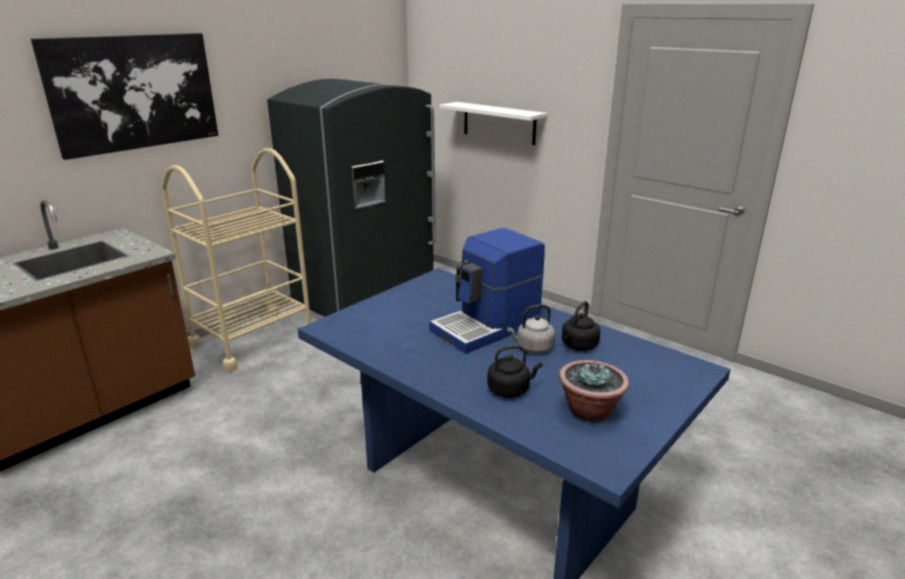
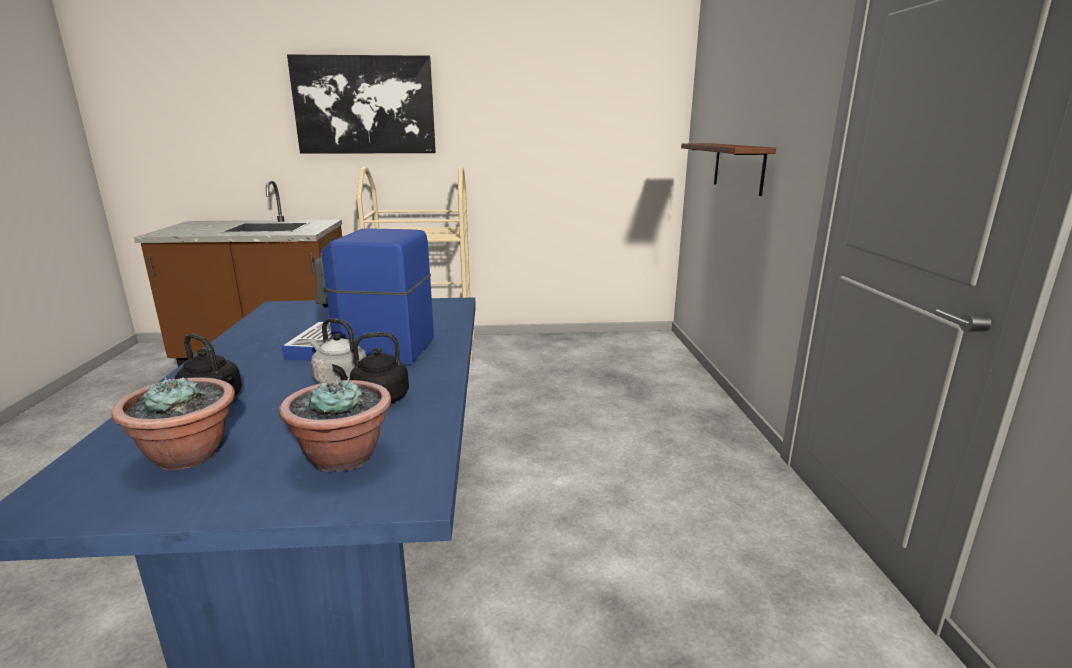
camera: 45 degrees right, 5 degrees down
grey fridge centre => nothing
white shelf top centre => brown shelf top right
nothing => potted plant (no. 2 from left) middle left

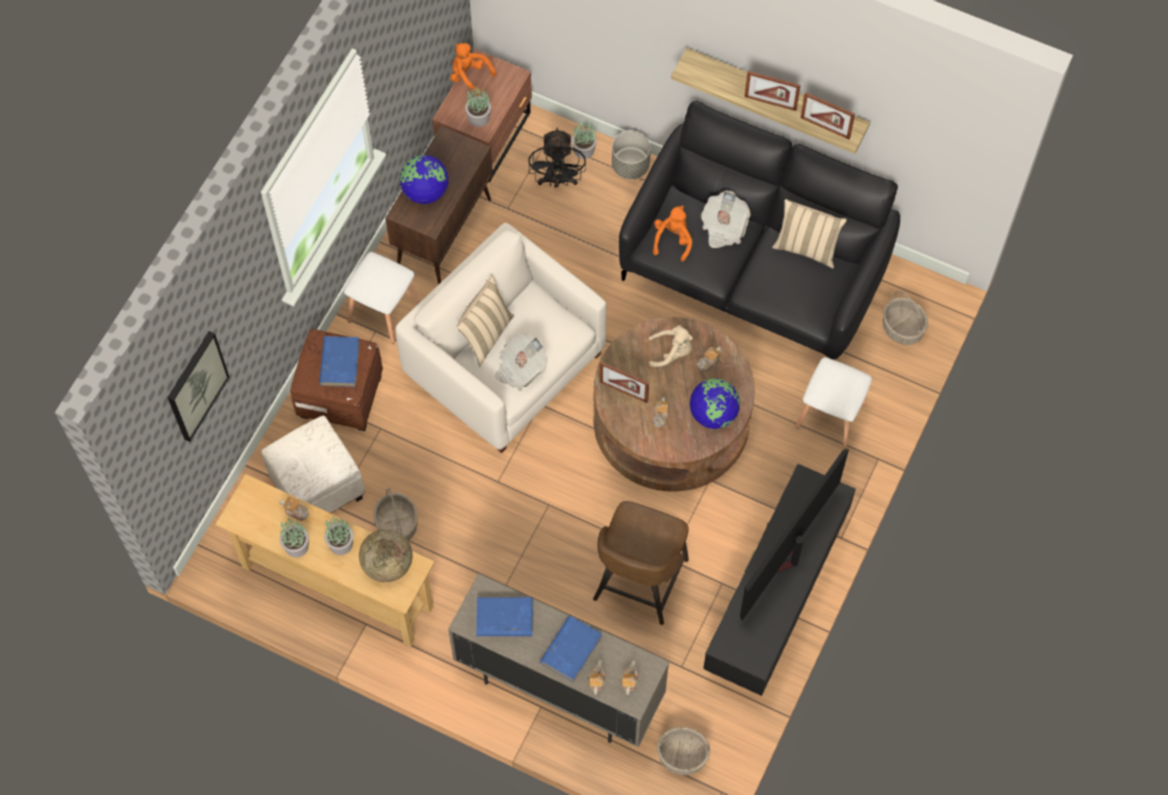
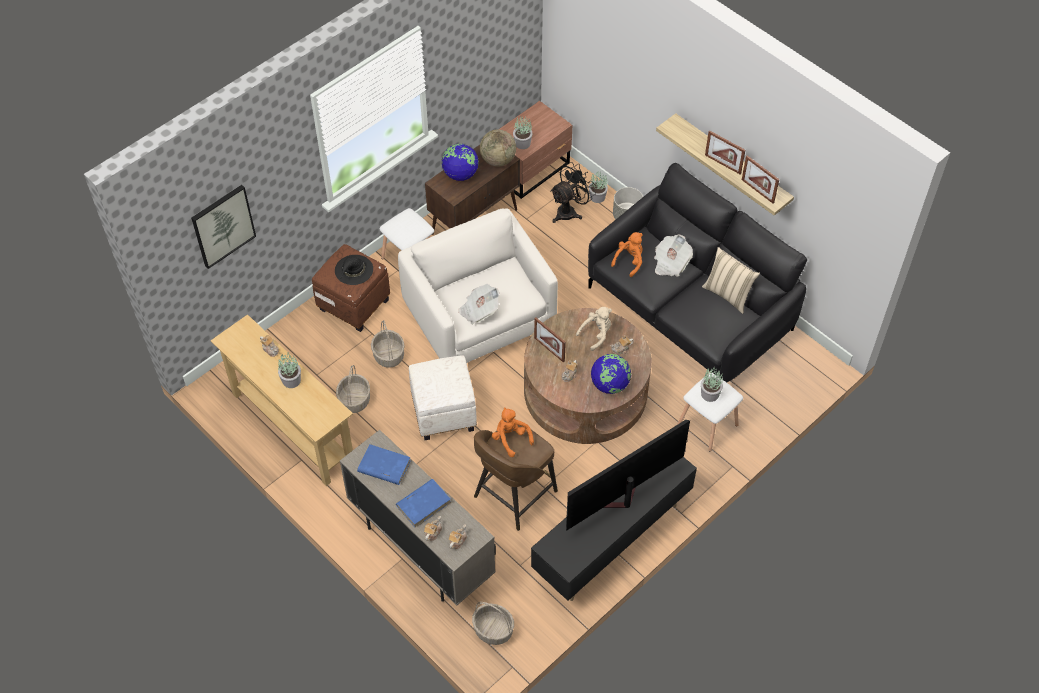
camera: 20 degrees right, 10 degrees down
white ottoman middle left => white ottoman centre, shifted
potted plant (no. 1 from left in the first image) bottom left => potted plant (no. 4 from left) middle right, shifted
blue book (no. 1 from left) middle left => black hat centre
globe (no. 1 from left in the first image) bottom left => globe (no. 2 from left) top centre, shifted
orange plush toy (no. 1 from left) top centre => orange plush toy (no. 1 from left) centre, shifted
beige pillow (no. 1 from left) centre => nothing
black fan top centre, 150 degrees counterclockwise
beige plush toy centre, 60 degrees counterclockwise
basket (no. 3 from left in the first image) middle right => basket (no. 2 from left) centre, shifted

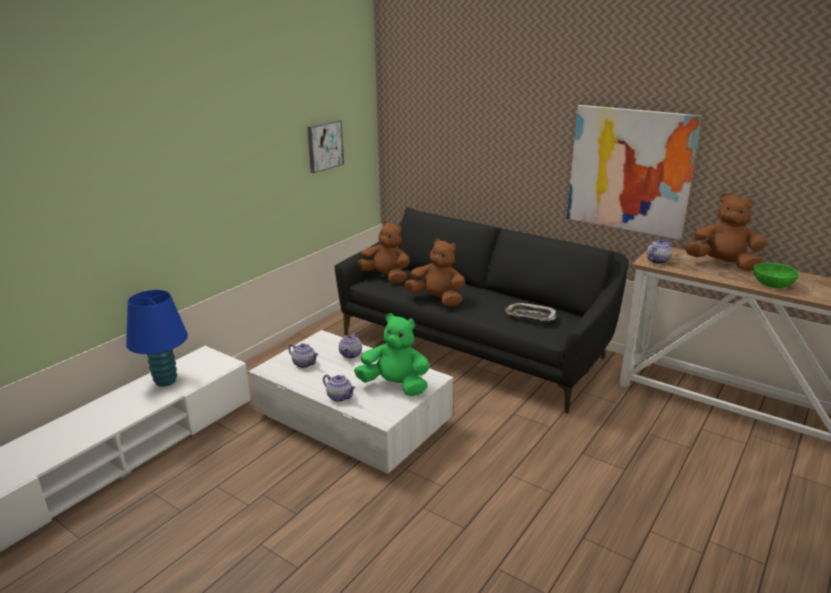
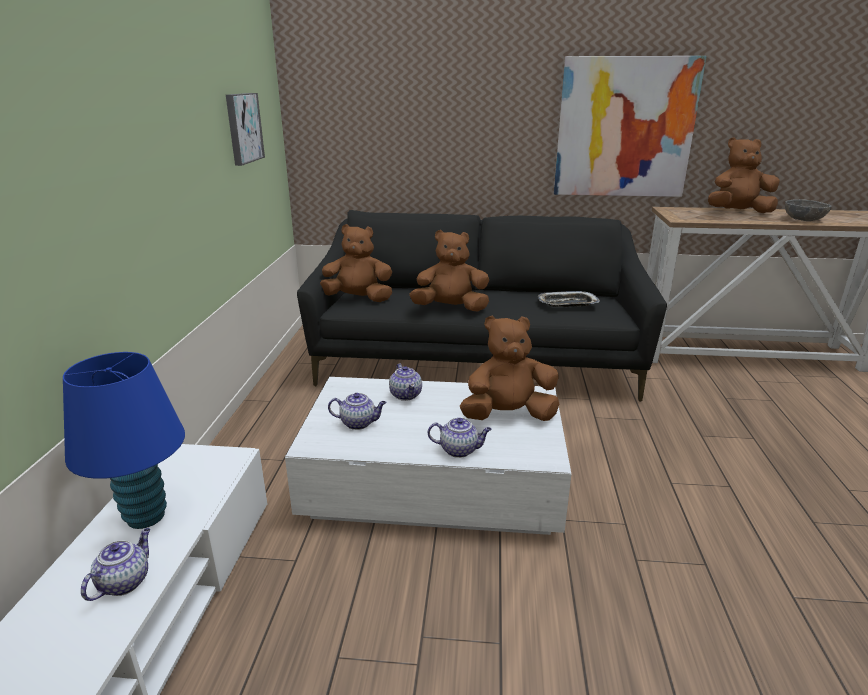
camera: 30 degrees left, 0 degrees up
green plush toy centre => brown plush toy (no. 3 from left) centre
teapot (no. 4 from left in the first image) middle right => teapot (no. 1 from left) bottom left, shifted
green bowl middle right => grey bowl top right

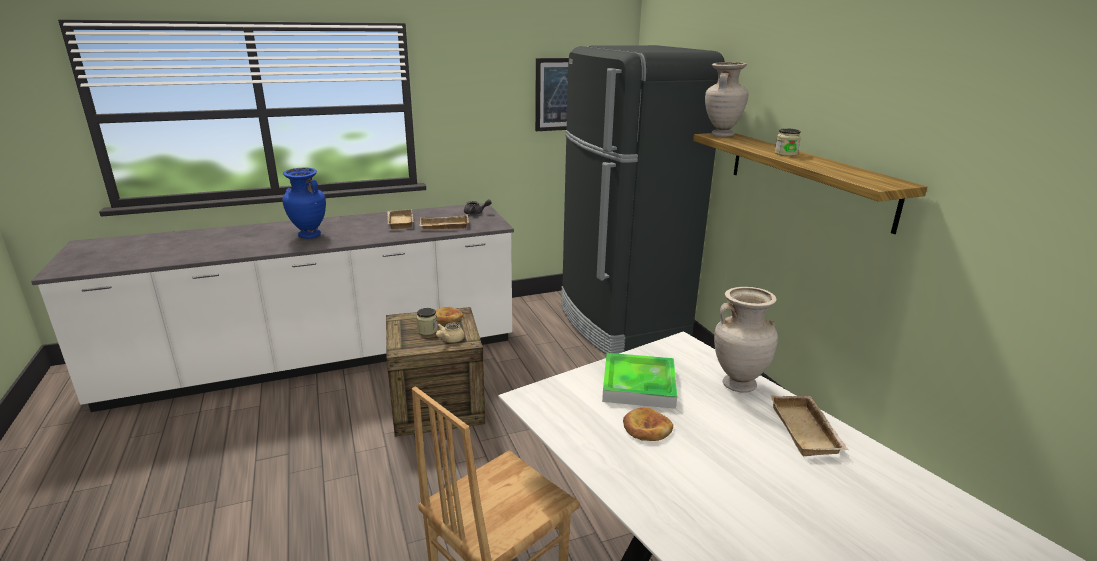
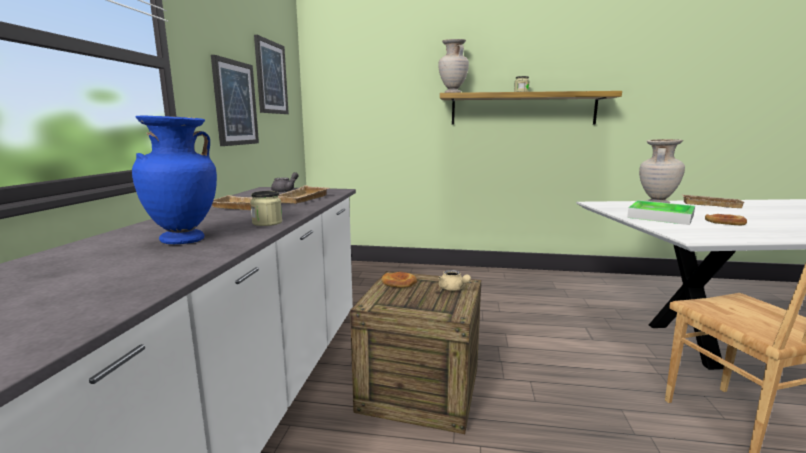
camera: 60 degrees left, 10 degrees down
jar (no. 1 from left) centre => jar (no. 1 from left) middle left, shifted
black fridge centre => nothing
nothing => picture (no. 1 from left) top left

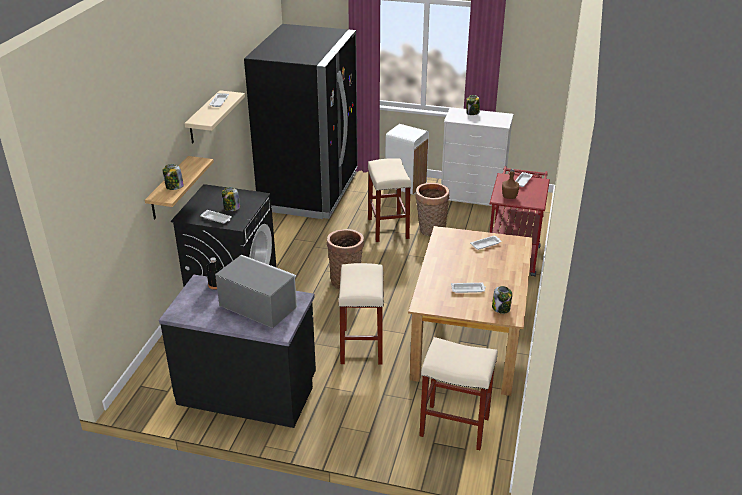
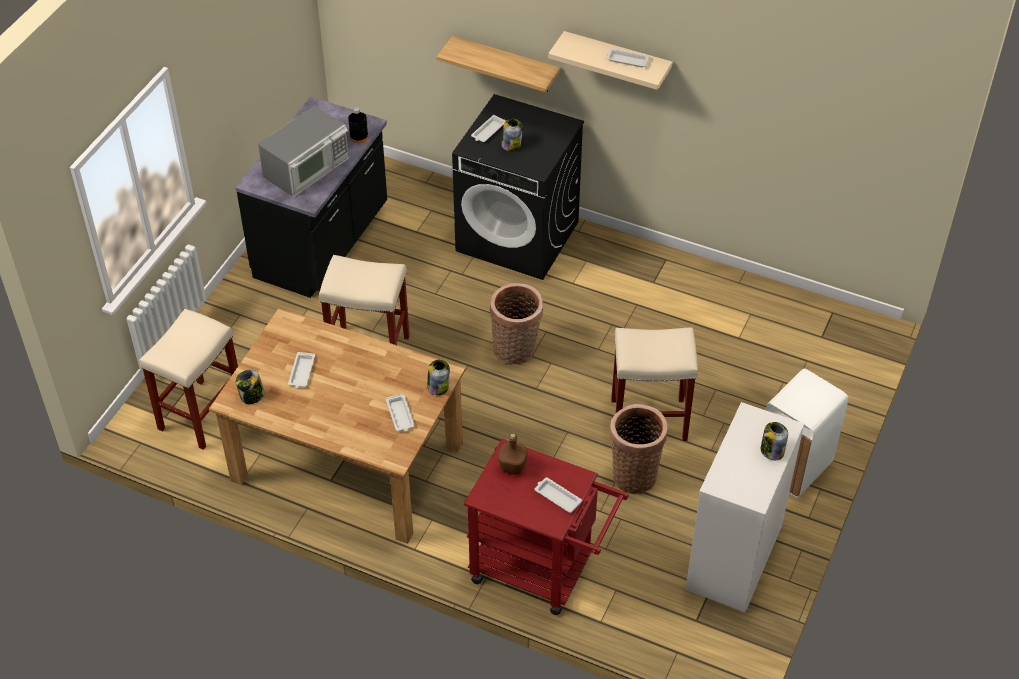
camera: 100 degrees right, 15 degrees up
jar (no. 1 from left in the first image) middle left => jar (no. 2 from left) centre, shifted
black fridge top centre => nothing

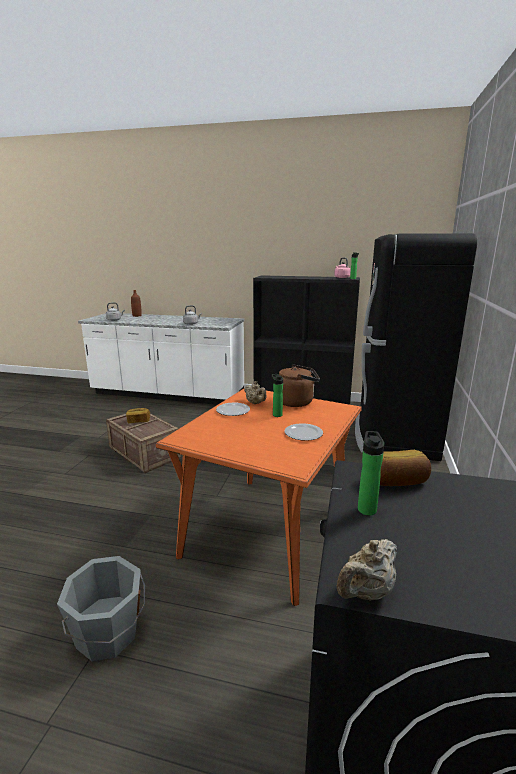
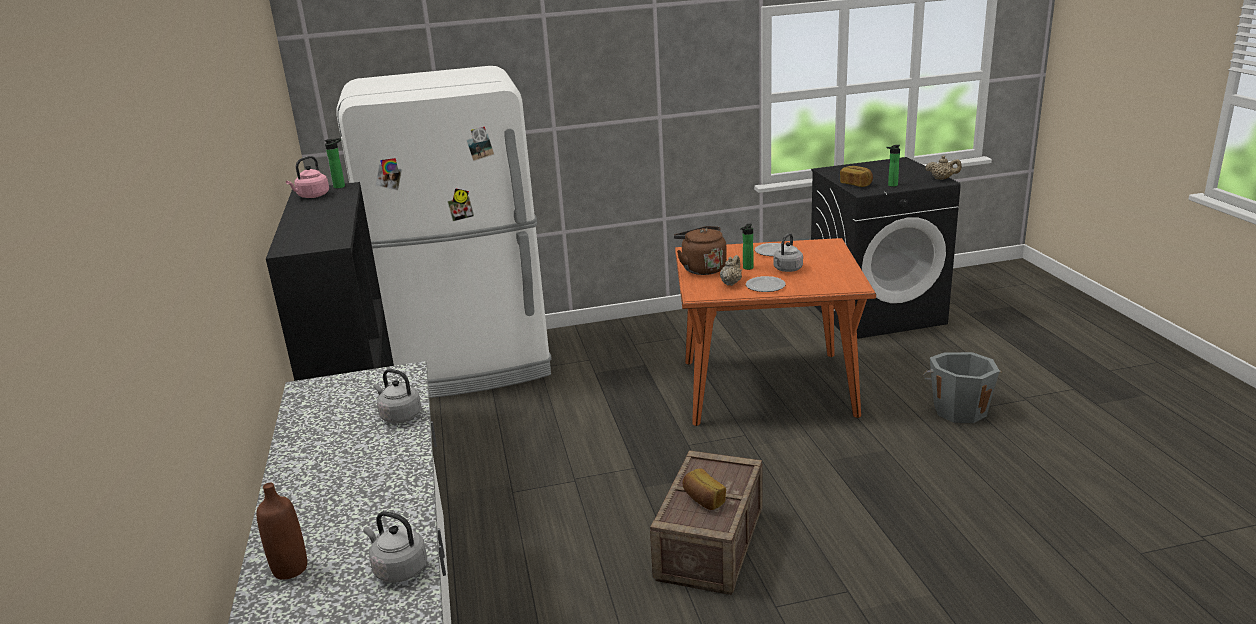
camera: 115 degrees left, 5 degrees up
black fridge middle right => white fridge centre
nothing => grey kettle (no. 3 from left) centre

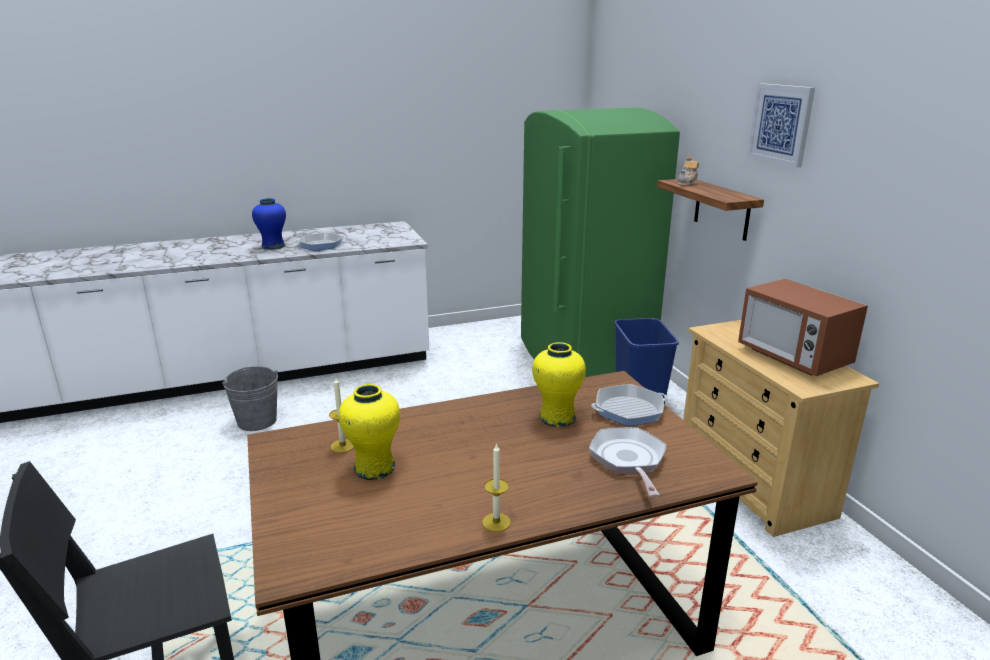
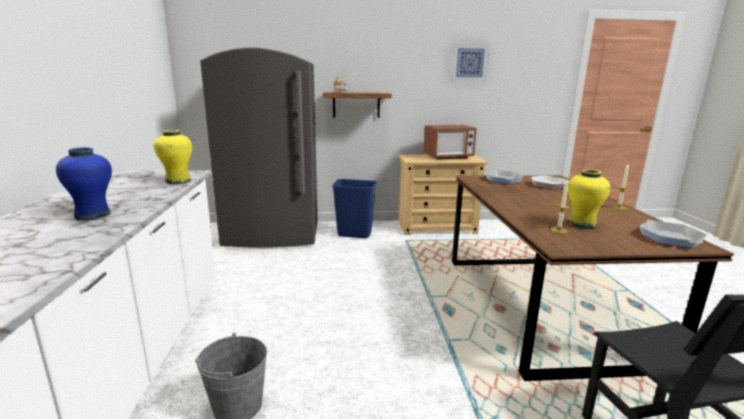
camera: 75 degrees left, 5 degrees down
frying pan (no. 1 from left in the first image) middle left => frying pan (no. 3 from left) middle right, shifted
green fridge centre => grey fridge centre
yellow vase (no. 2 from left in the first image) centre => yellow vase (no. 1 from left) middle left, shifted
picture top right => picture top centre, shifted

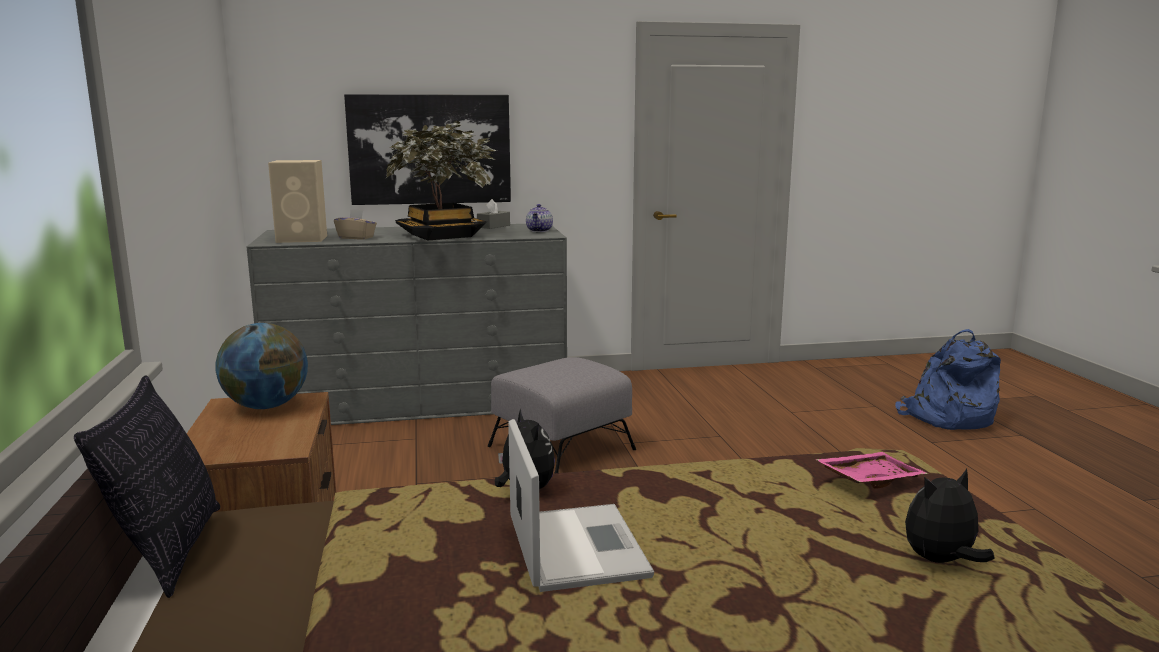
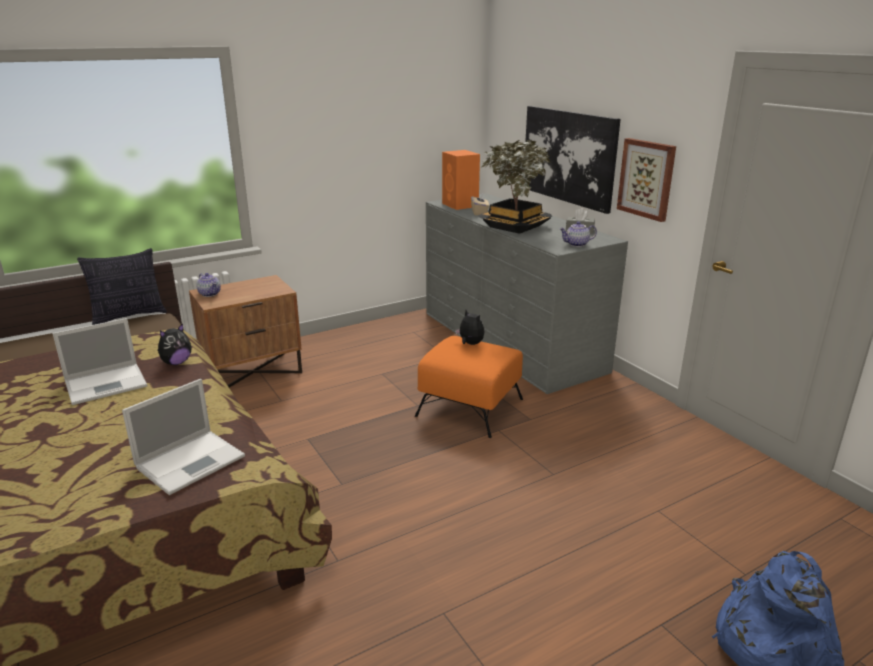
camera: 70 degrees right, 10 degrees up
globe middle left => nothing
beige speaker top left => orange speaker top centre
grey ottoman centre => orange ottoman centre
pink tray bottom right => laptop (no. 2 from left) middle left
plush toy (no. 2 from left) bottom right => plush toy (no. 2 from left) centre, shifted
nothing => teapot (no. 1 from left) middle left
nothing => picture (no. 2 from left) top right

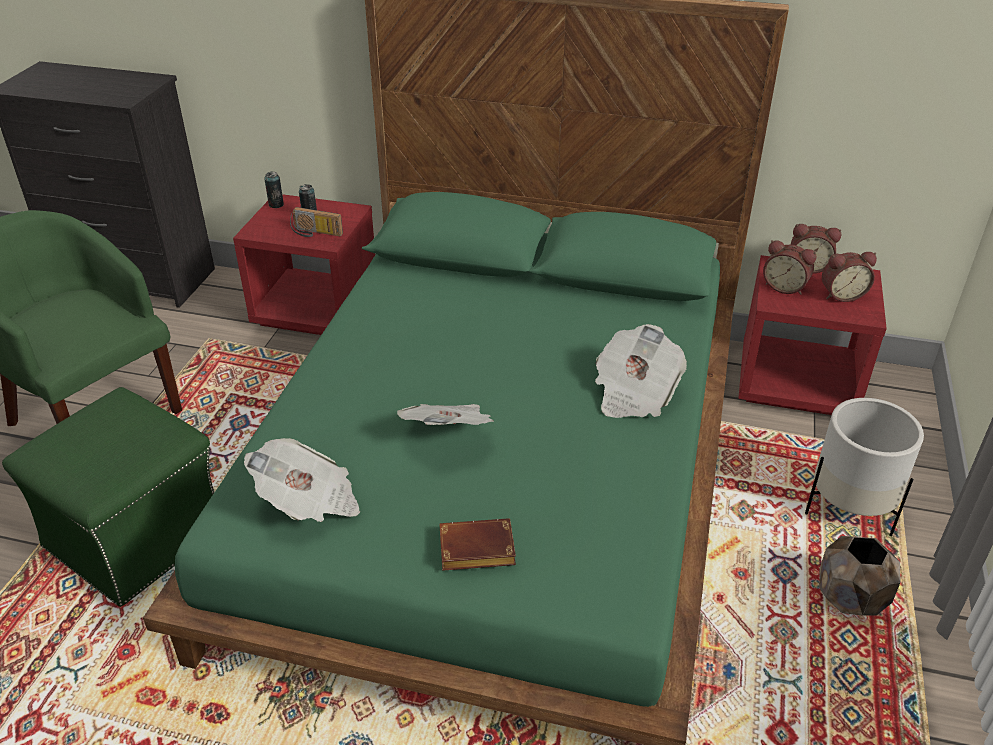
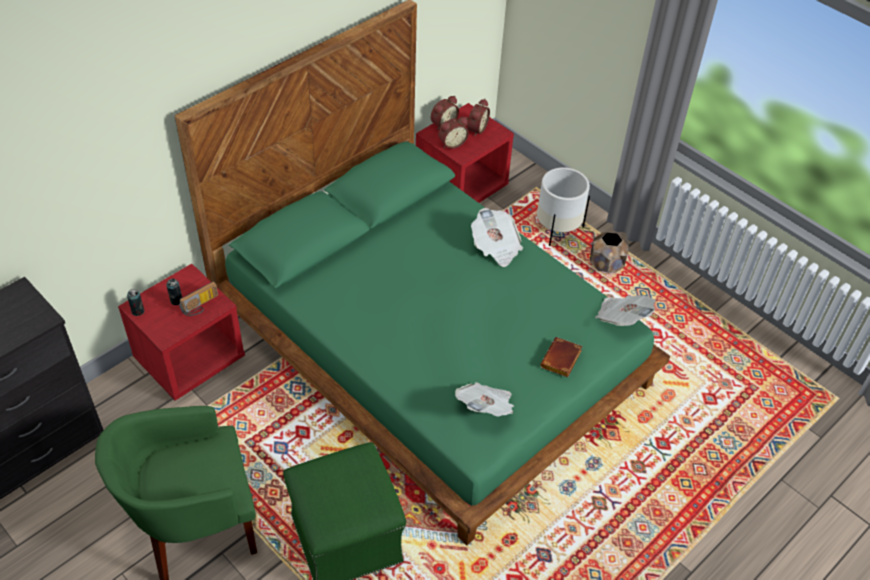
camera: 60 degrees left, 10 degrees up
newspaper (no. 2 from left in the first image) centre => newspaper (no. 3 from left) middle right, shifted

